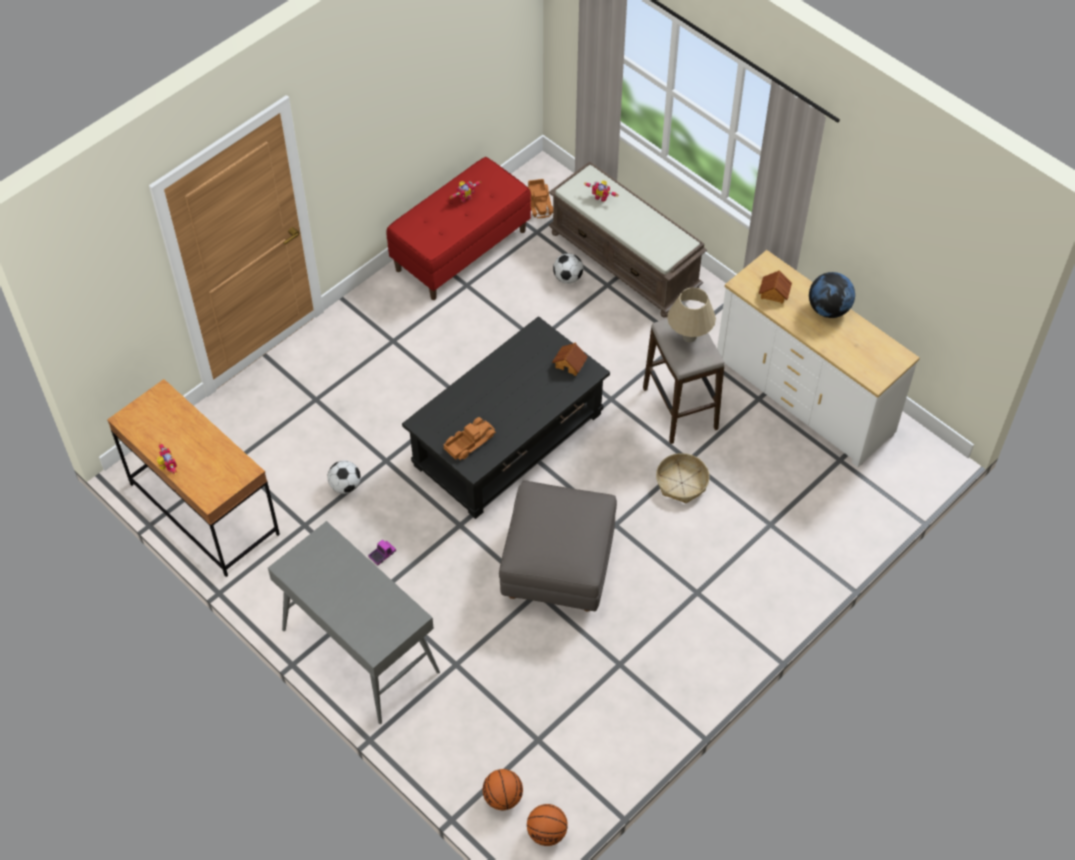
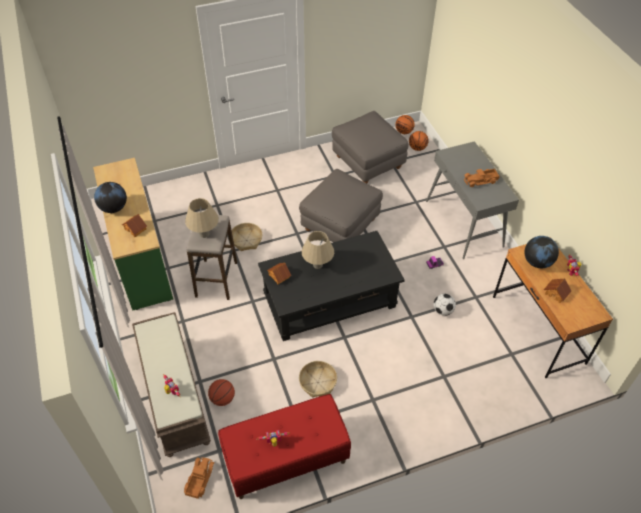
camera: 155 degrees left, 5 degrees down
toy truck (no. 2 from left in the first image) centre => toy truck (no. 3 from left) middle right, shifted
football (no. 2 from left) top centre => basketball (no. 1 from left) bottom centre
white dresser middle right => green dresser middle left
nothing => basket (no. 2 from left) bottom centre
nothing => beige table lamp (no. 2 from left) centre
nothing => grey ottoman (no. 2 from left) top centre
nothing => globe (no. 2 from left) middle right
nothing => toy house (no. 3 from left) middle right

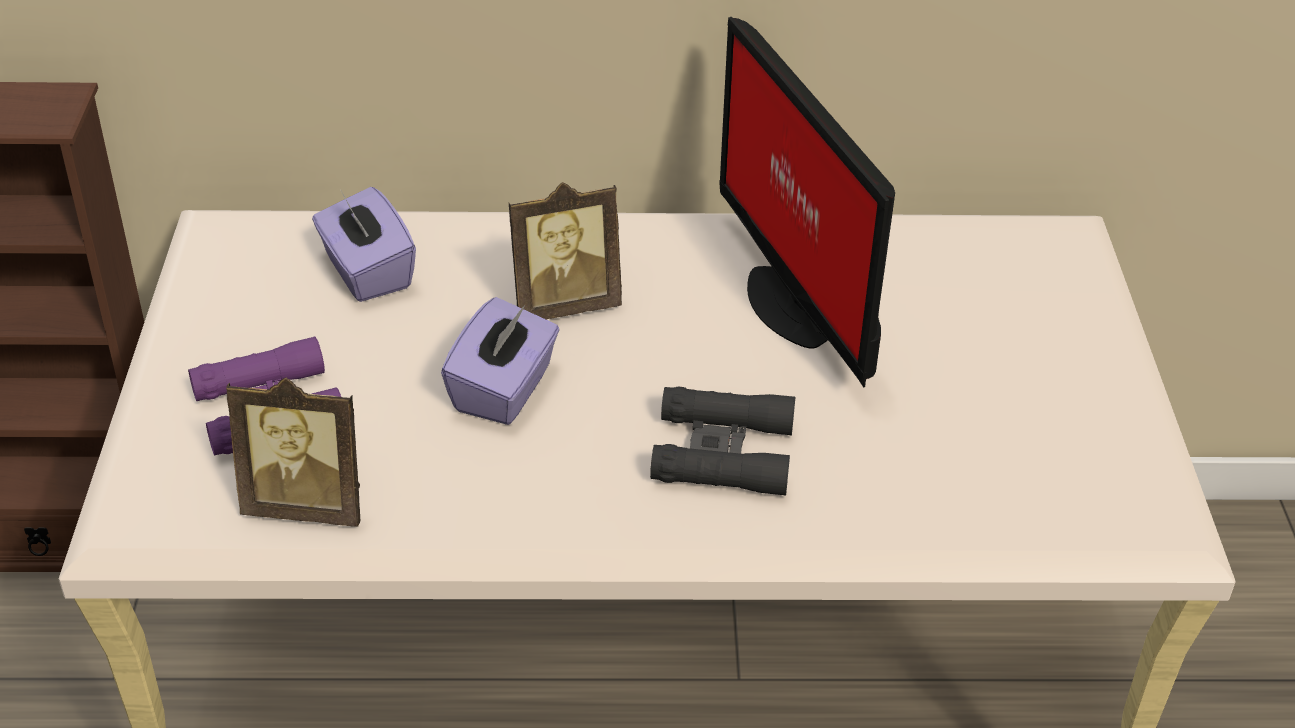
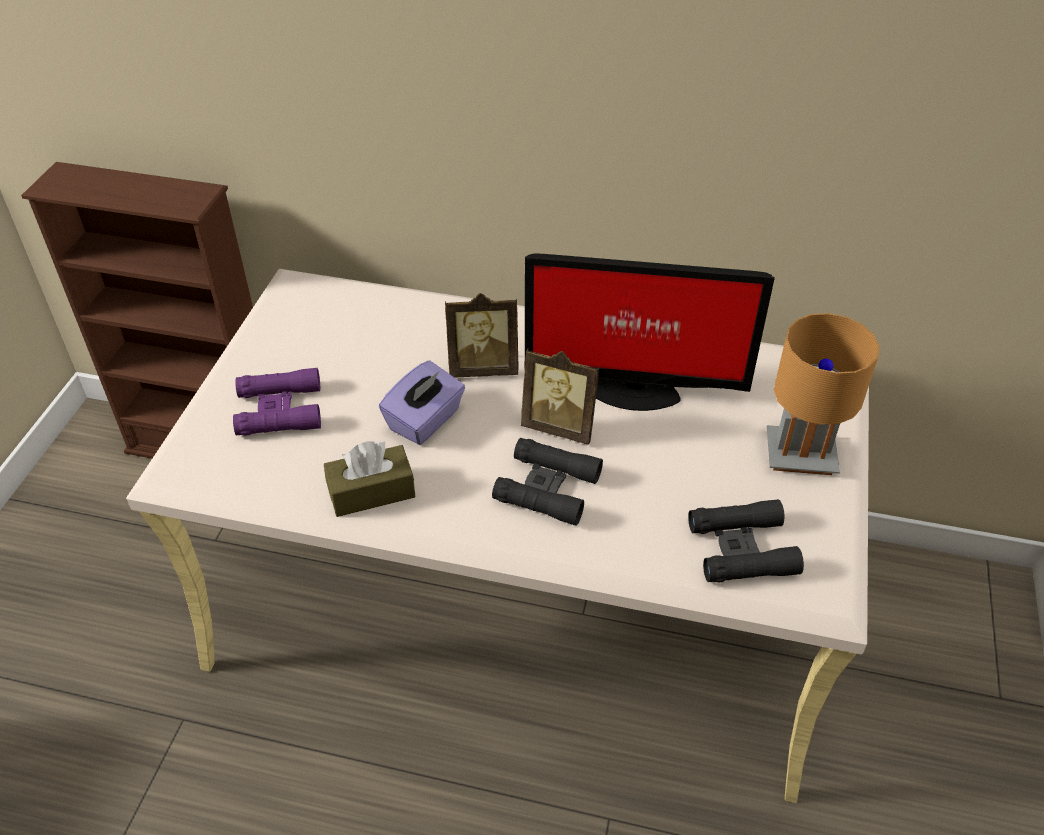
camera: 15 degrees right, 5 degrees up
picture frame (no. 1 from left in the first image) middle left => picture frame (no. 2 from left) centre, shifted
purple tissue box (no. 1 from left) middle left => nothing
monitor top centre => monitor centre, 75 degrees counterclockwise
nothing => brown tissue box centre
nothing => black binoculars (no. 2 from left) middle right
nothing => brown table lamp middle right

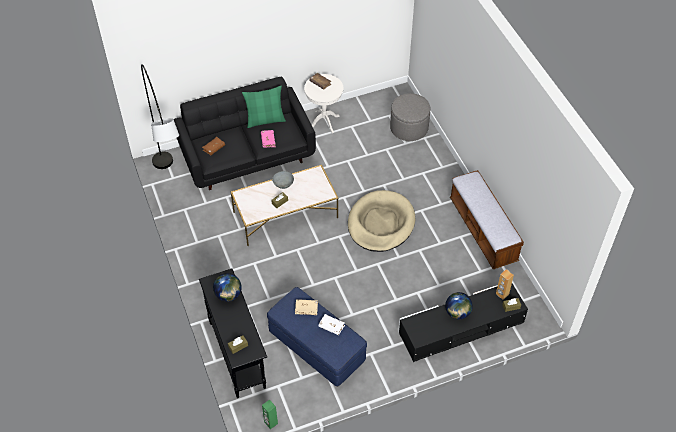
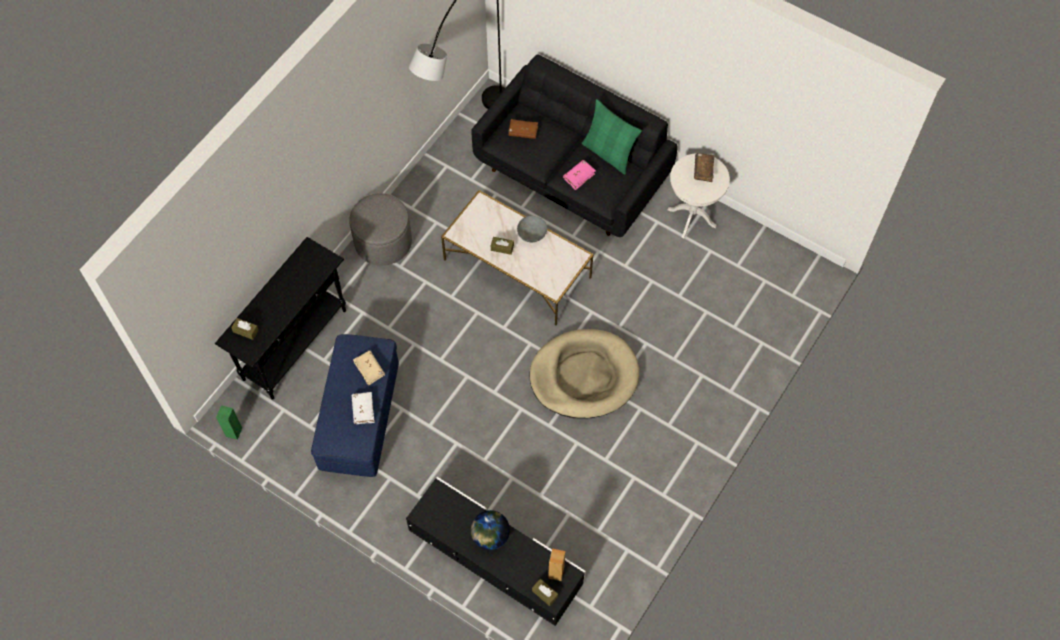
camera: 55 degrees right, 10 degrees up
globe (no. 1 from left) centre => nothing
grey ottoman top centre => grey ottoman centre, shifted
bench middle right => nothing

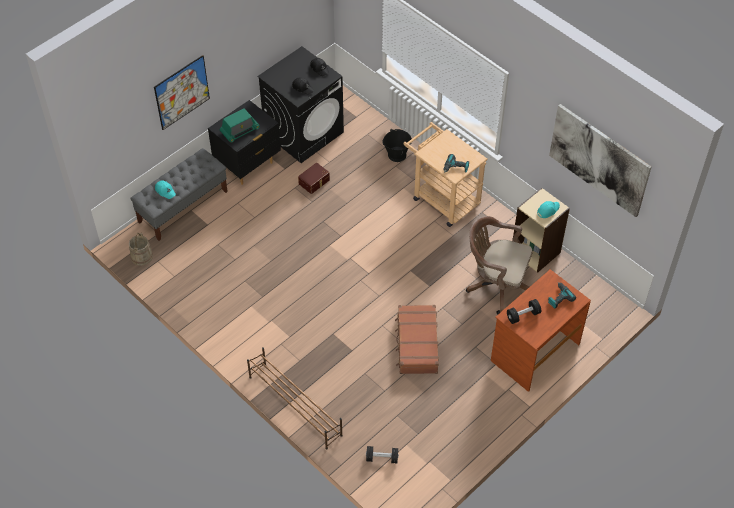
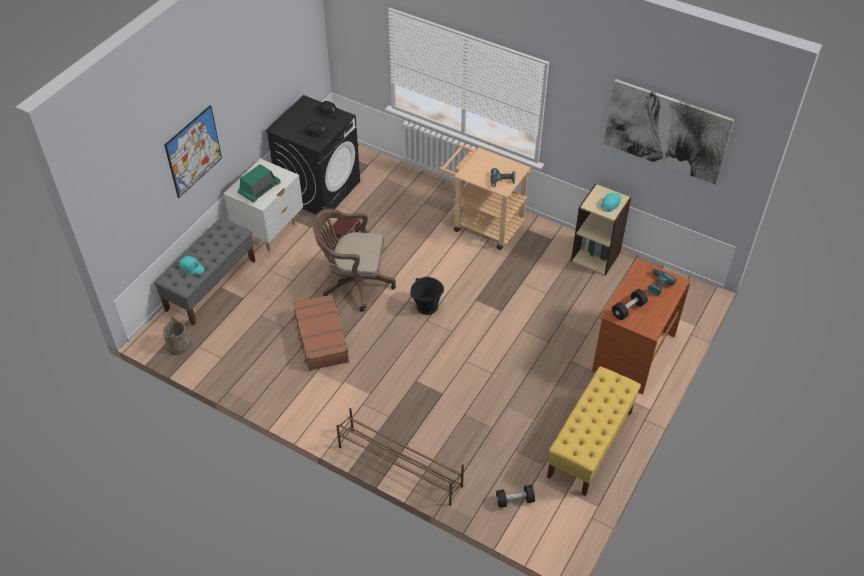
camera: 15 degrees left, 5 degrees down
black nightstand top left => white nightstand middle left
black bucket top centre => black bucket centre, shifted
brown suitcase bottom centre => brown suitcase centre, shifted
brown office chair middle right => brown office chair centre, shifted
nothing => yellow bench bottom right

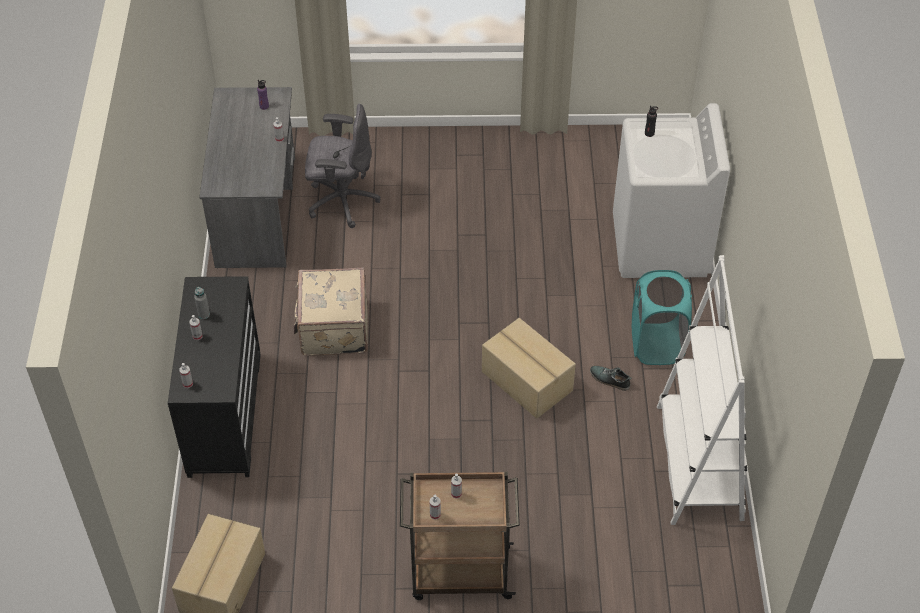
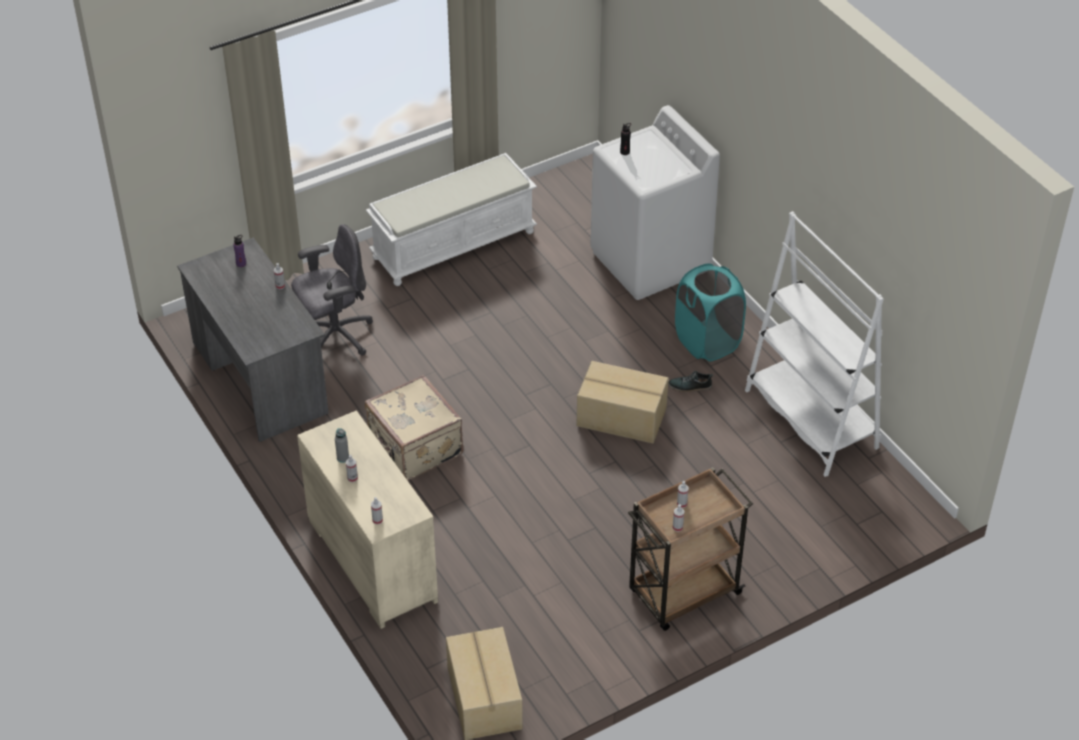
camera: 30 degrees left, 5 degrees down
black dresser middle left => beige dresser bottom centre
nothing => white bench top centre

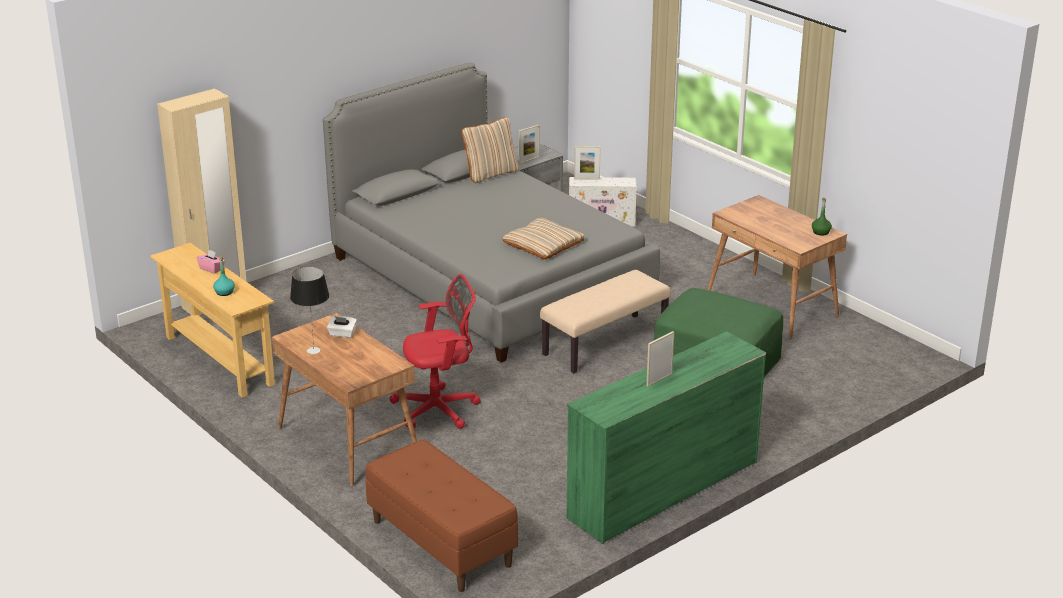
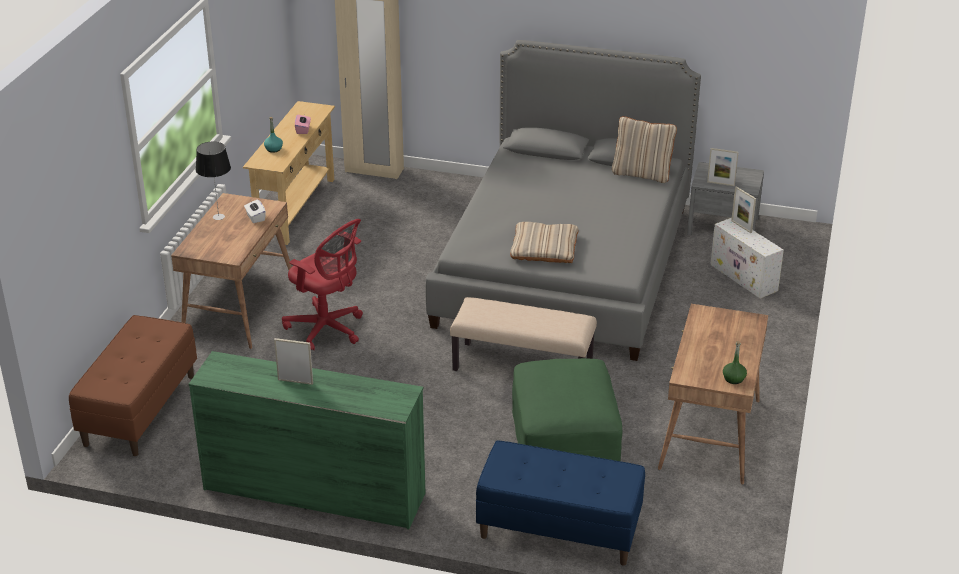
camera: 55 degrees right, 5 degrees up
nothing => blue bench bottom centre

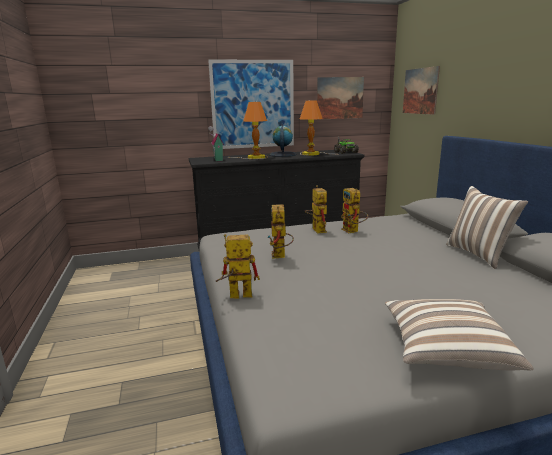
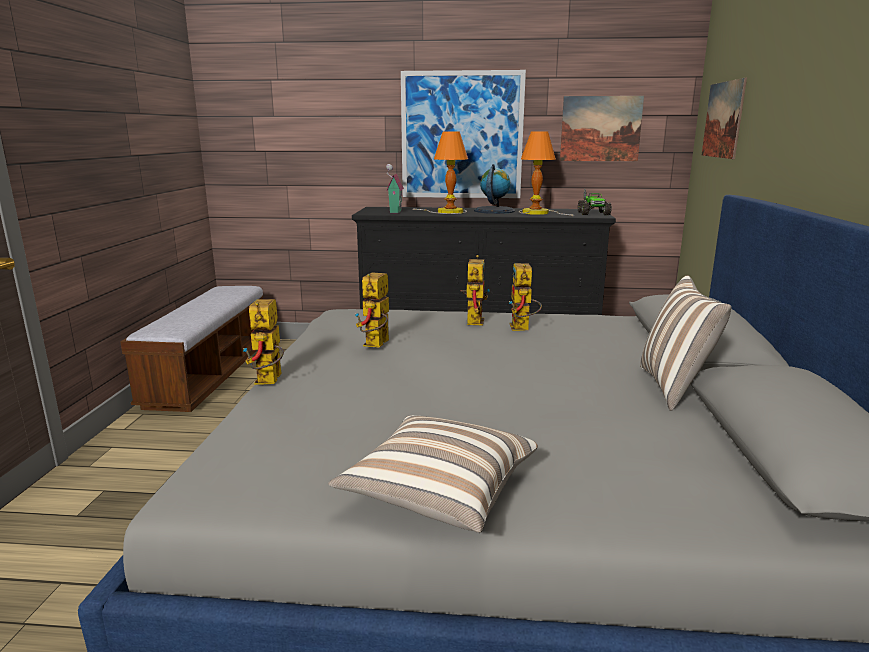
camera: 20 degrees right, 0 degrees up
toy robot (no. 1 from left) centre => toy robot (no. 1 from left) middle left, 105 degrees counterclockwise
nothing => bench middle left

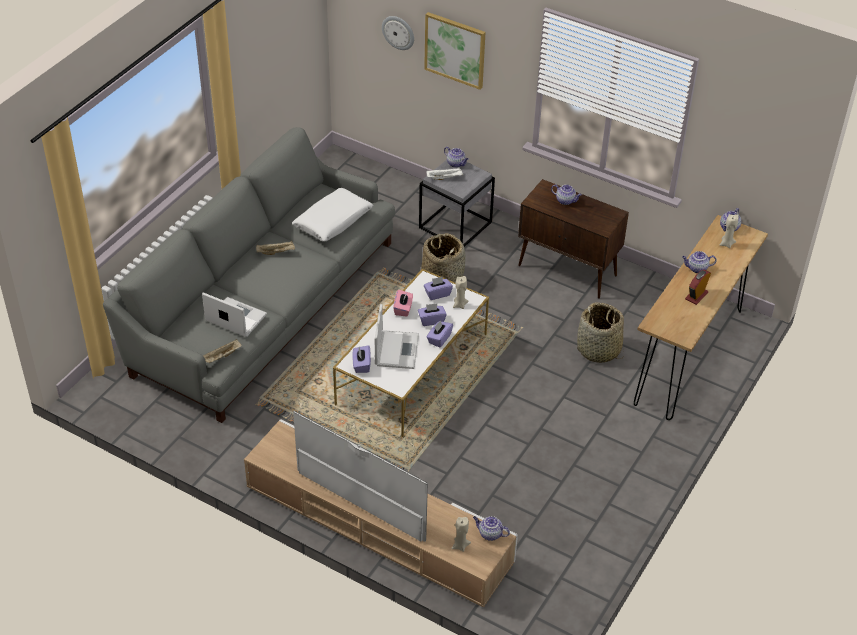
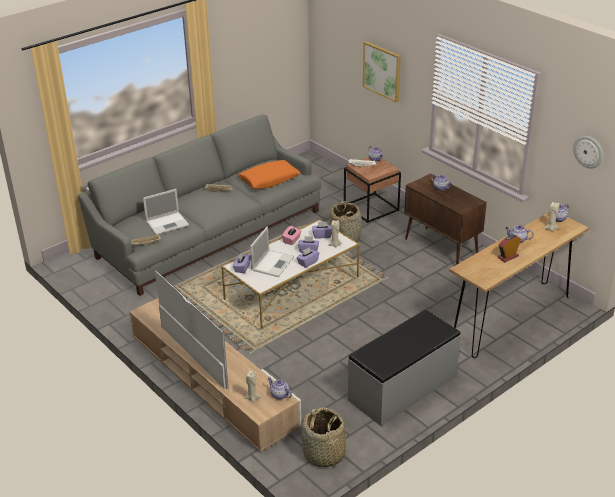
camera: 20 degrees right, 10 degrees down
laptop (no. 1 from left) middle left, 105 degrees clockwise
white pillow centre => orange pillow centre
wall clock top centre => wall clock top right, shifted
grey side table top centre => brown side table centre
basket (no. 2 from left in the first image) middle right => basket (no. 1 from left) bottom centre, shifted
nothing => grey bench bottom centre

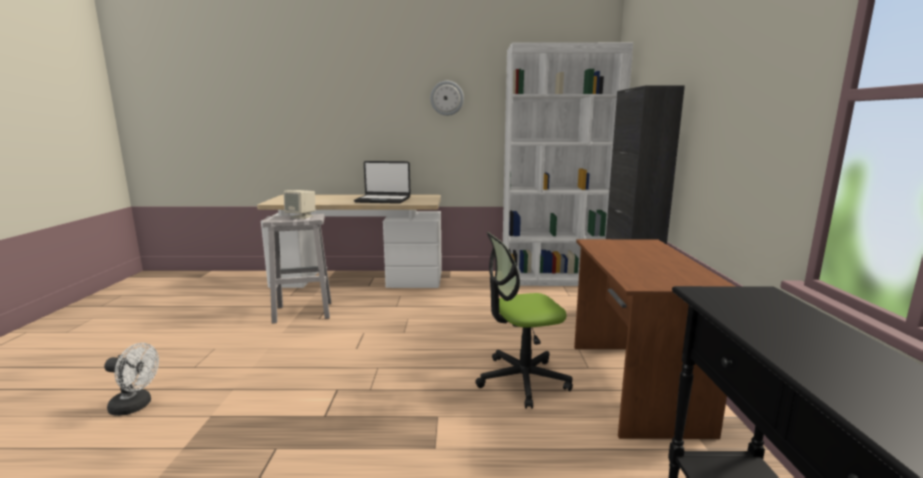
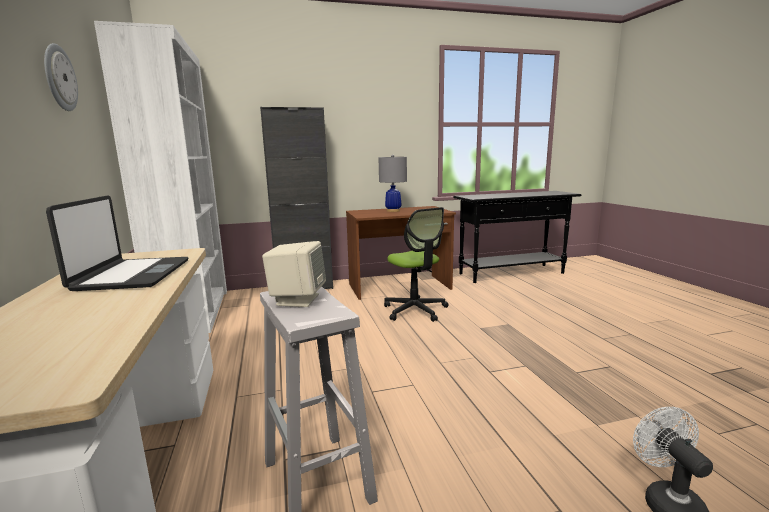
camera: 105 degrees left, 0 degrees up
nothing => grey table lamp centre

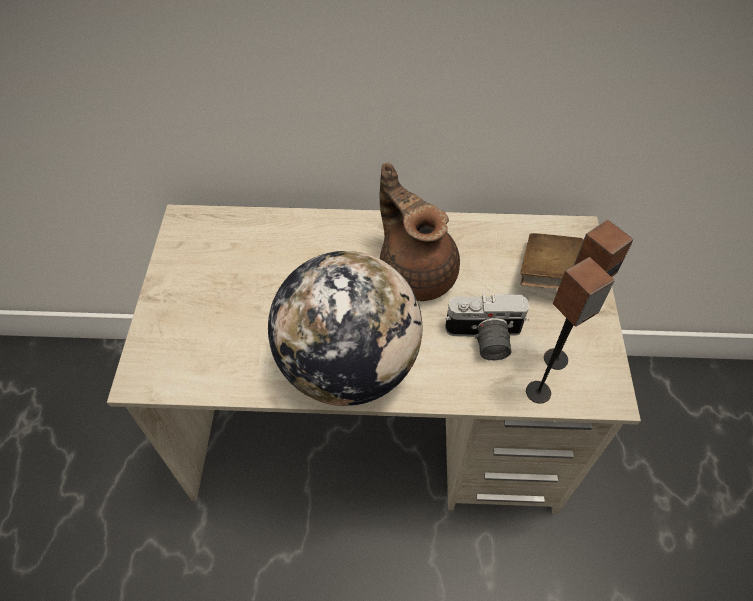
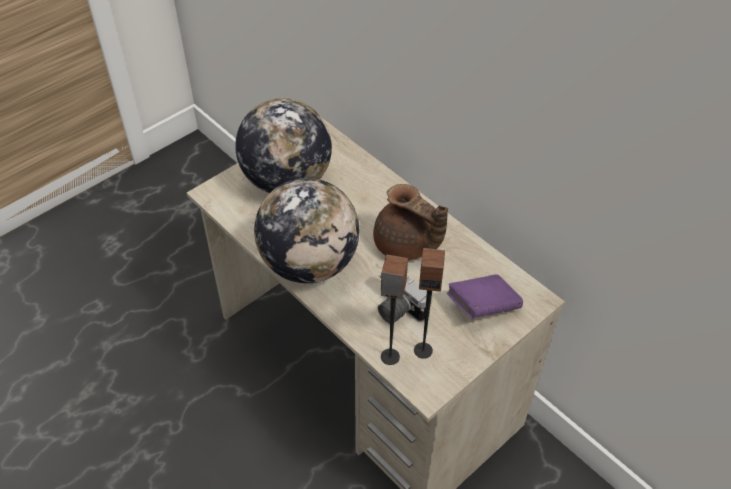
camera: 45 degrees right, 5 degrees down
brown teapot centre, 120 degrees clockwise
brown book middle right => purple book centre
nothing => globe (no. 1 from left) top centre

